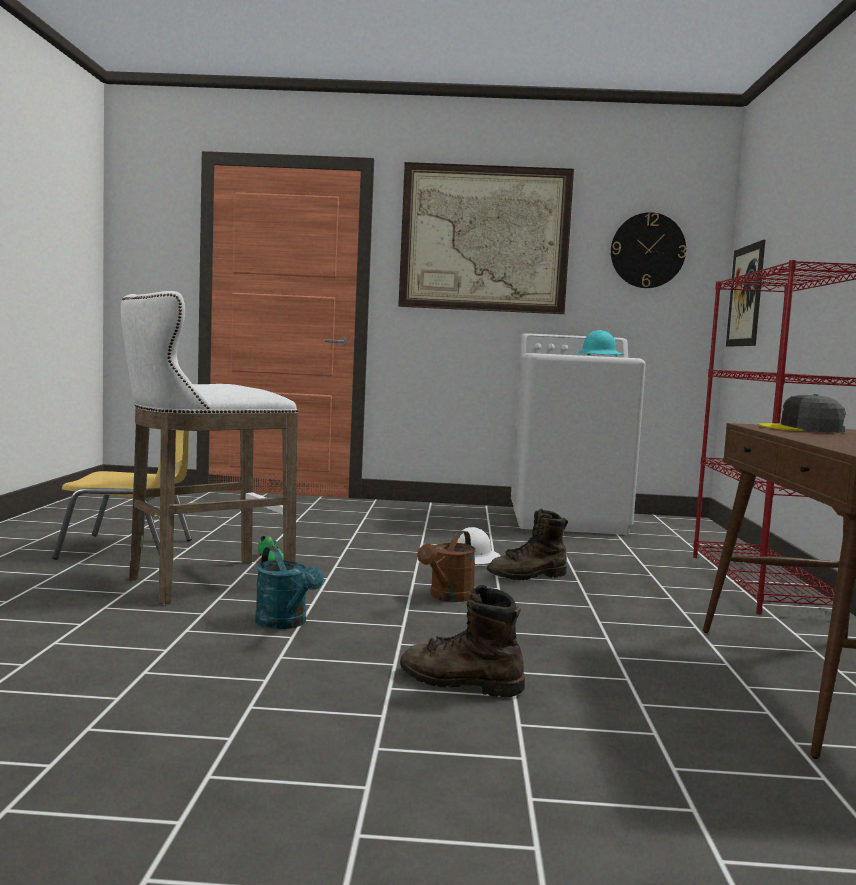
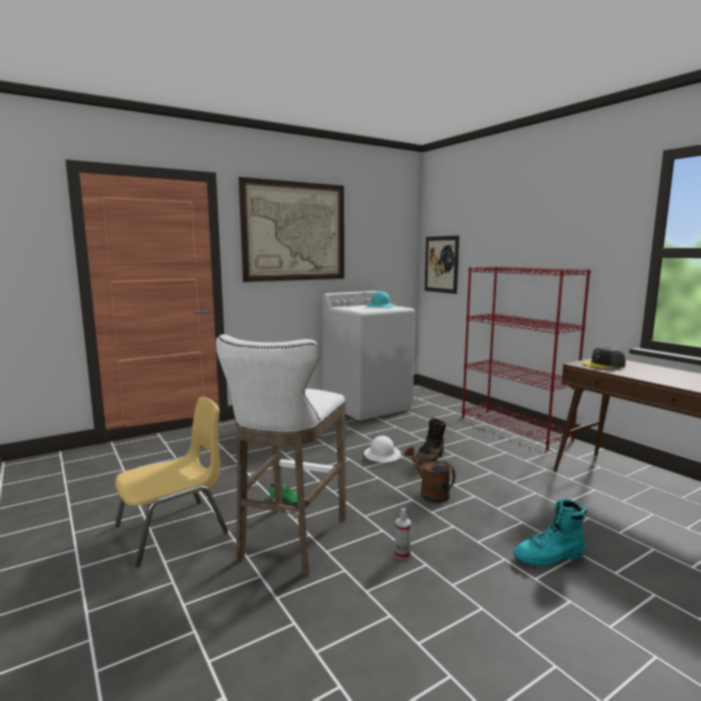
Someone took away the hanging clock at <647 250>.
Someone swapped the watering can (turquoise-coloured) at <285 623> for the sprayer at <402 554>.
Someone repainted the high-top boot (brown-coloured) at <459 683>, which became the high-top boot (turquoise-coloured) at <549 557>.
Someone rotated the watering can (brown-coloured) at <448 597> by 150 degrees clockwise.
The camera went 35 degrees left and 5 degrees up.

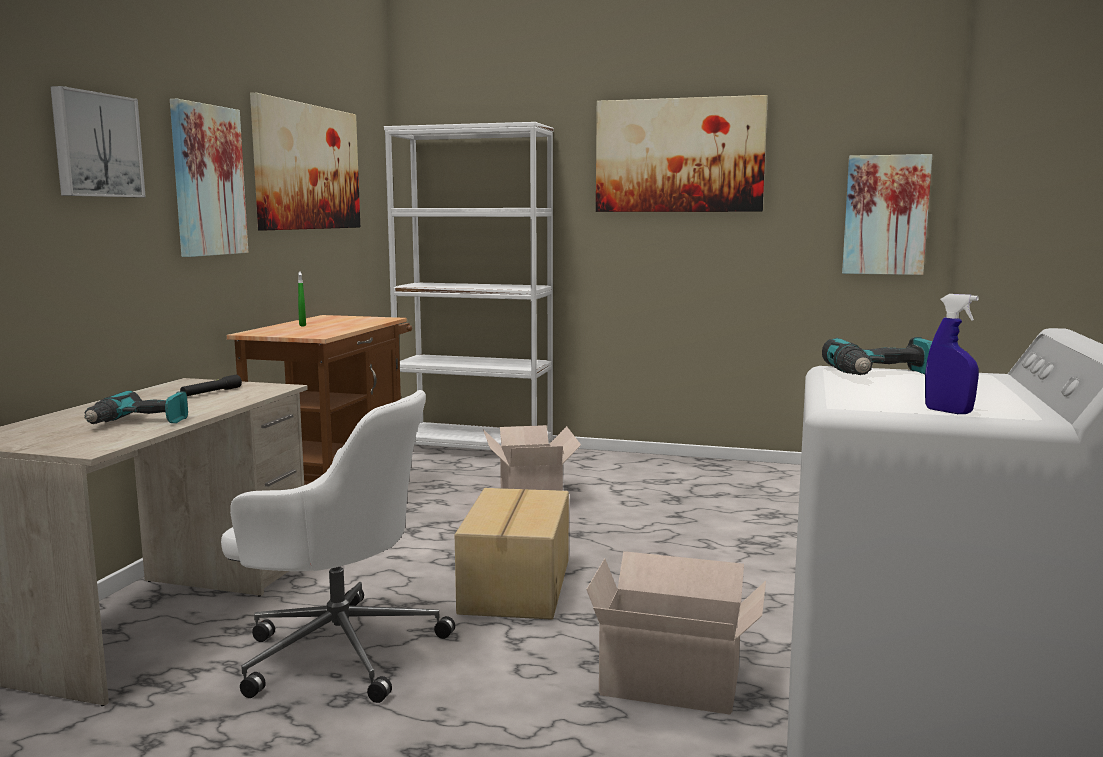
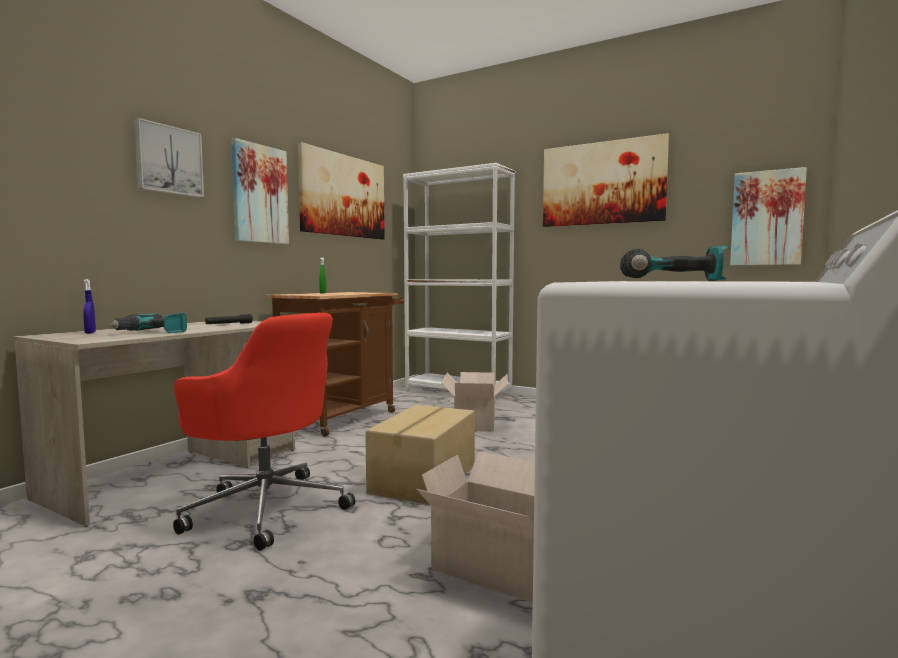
Someone carried the sprayer (blue-coloured) from <948 411> to <90 333>.
Someone repainted the office chair (whitish) at <338 649>, which became the office chair (reddish) at <266 508>.
The camera went 15 degrees right and 5 degrees down.

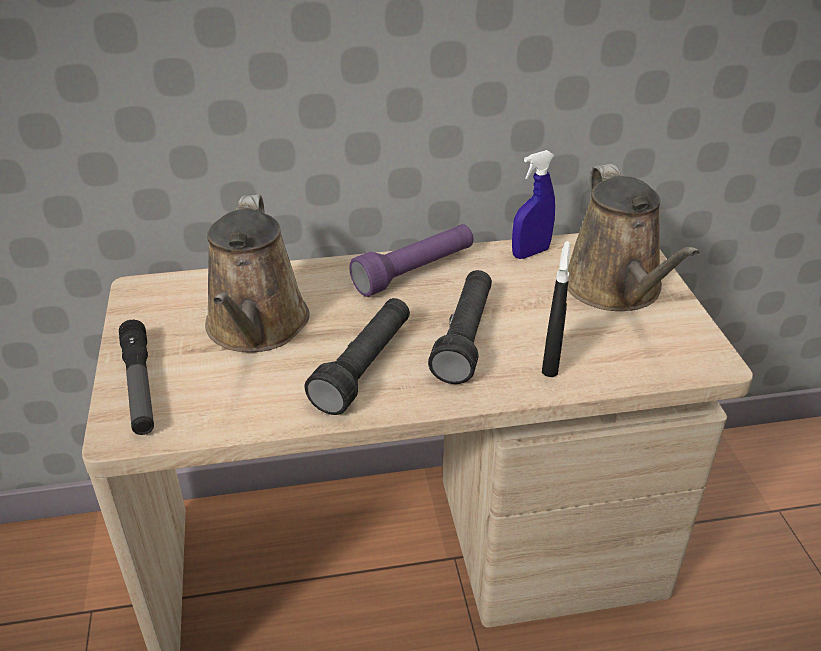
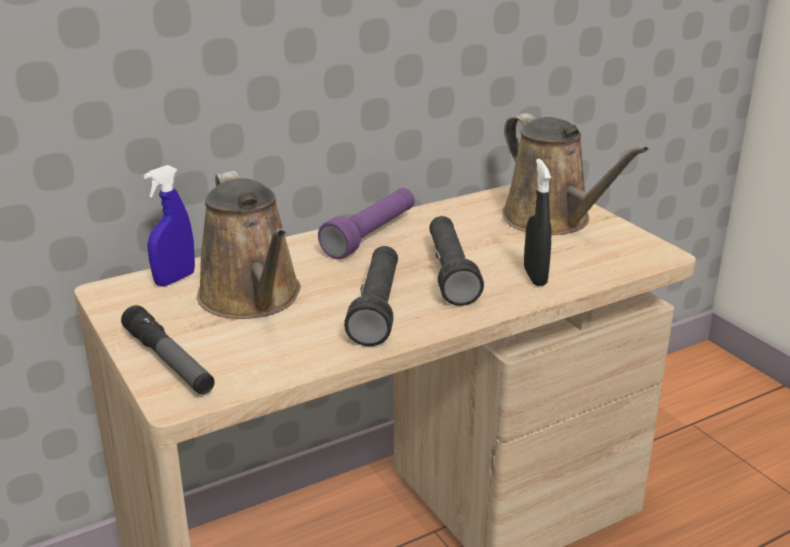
Someone carried the sprayer (blue-coloured) from <530 253> to <175 279>.
The camera went 20 degrees left and 10 degrees down.

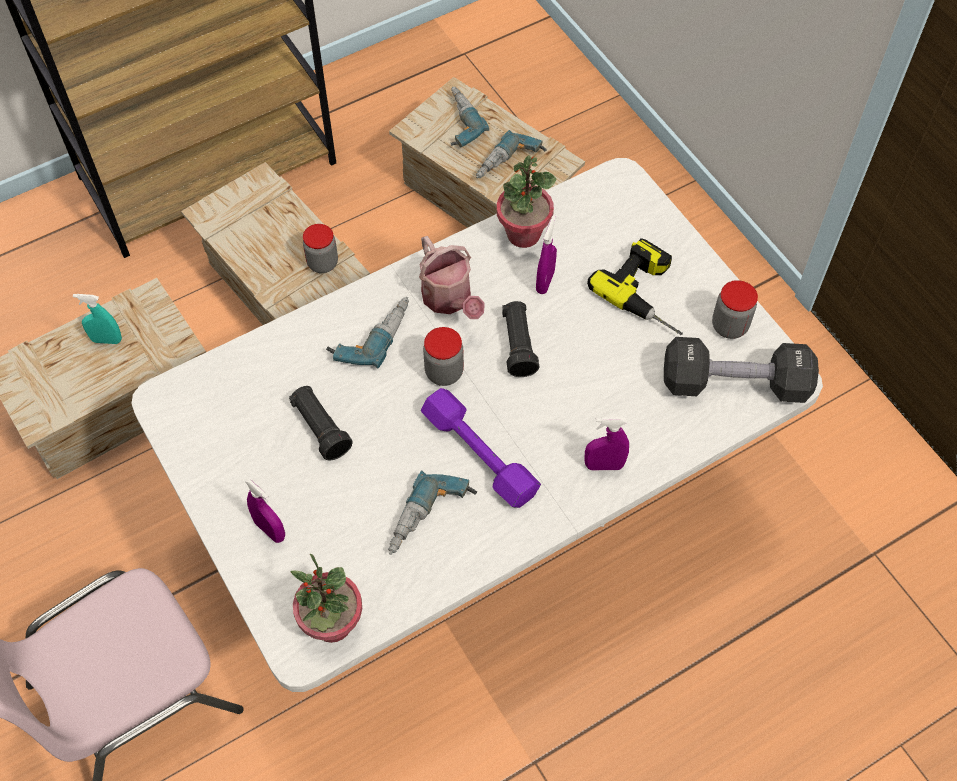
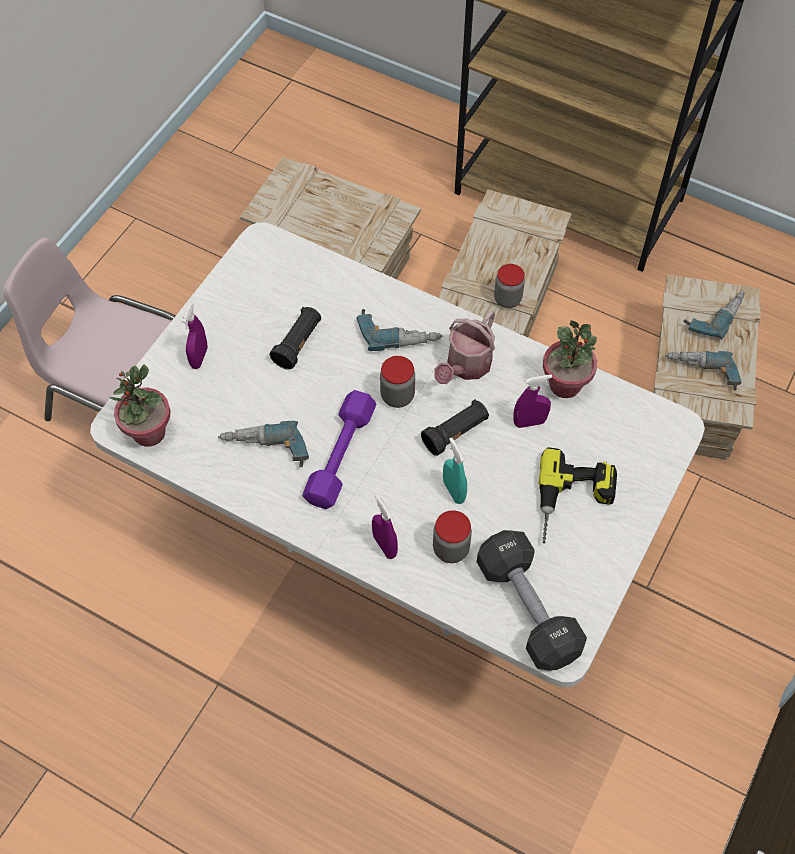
Someone carried the sprayer (turquoise-coloured) from <107 340> to <453 491>.
Someone carried the preserve jar from <729 326> to <451 549>.
The camera went 60 degrees right and 0 degrees up.

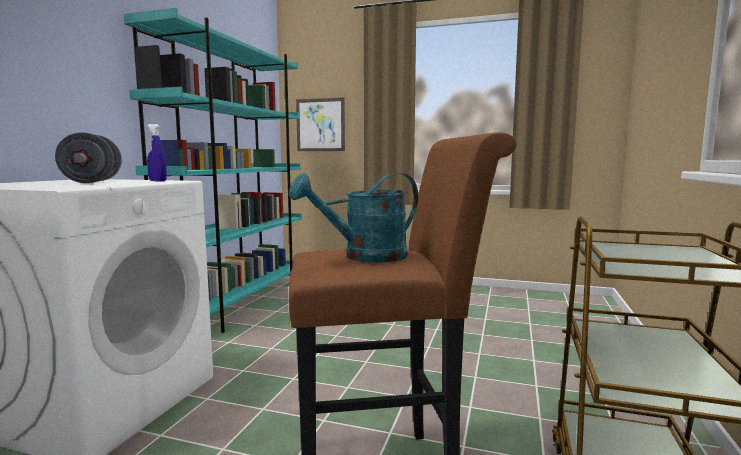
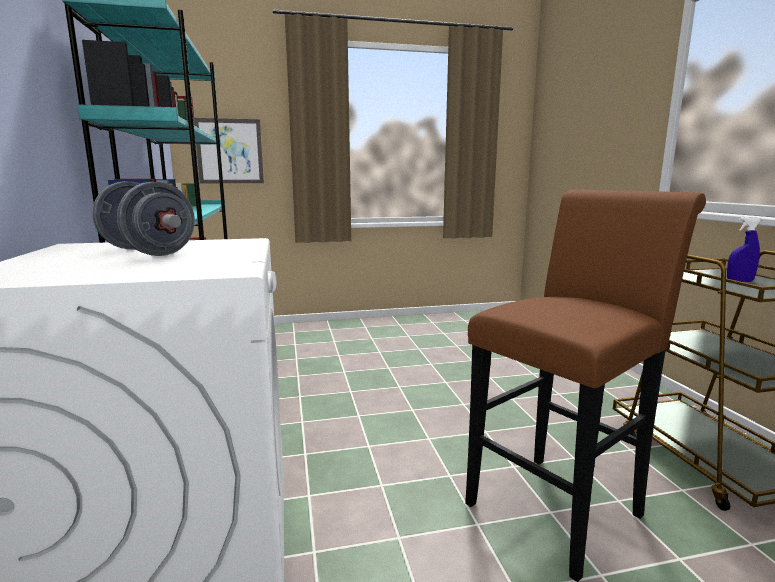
Someone took away the watering can (turquoise-coloured) at <365 257>.
Someone carried the sprayer (blue-coloured) from <157 181> to <739 281>.
The camera went 30 degrees left and 5 degrees up.

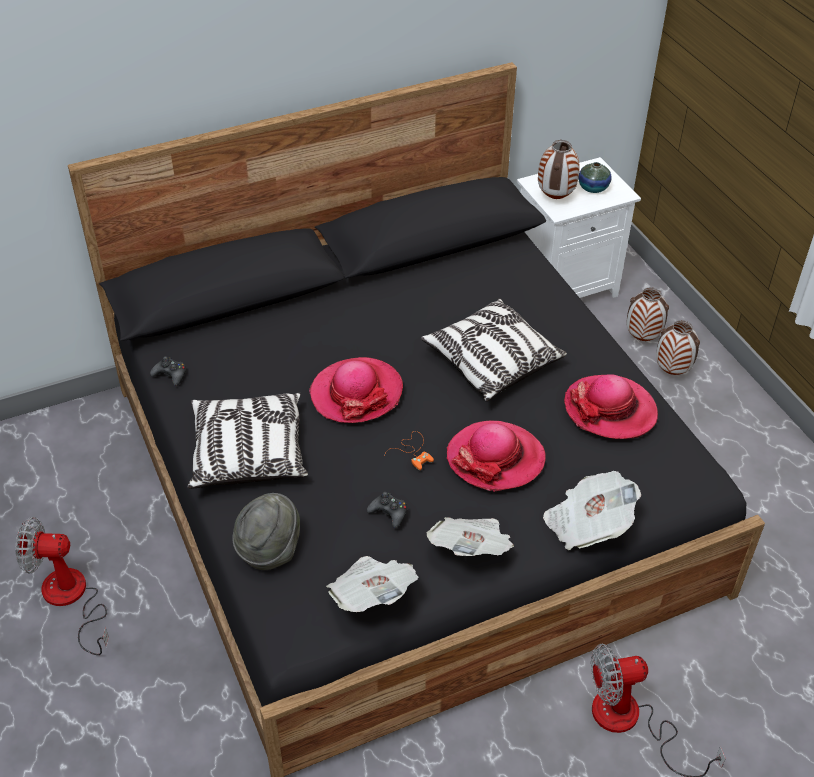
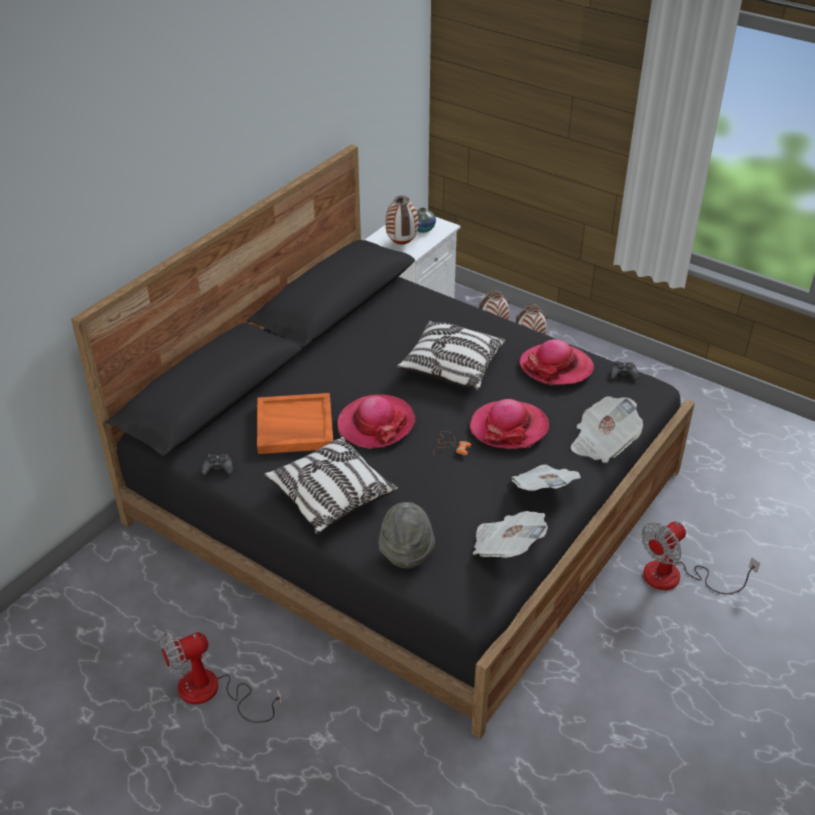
Someone put down the carrying tray (orange) at <294 427>.
Someone carried the joypad (black-coloured) from <389 512> to <623 374>.
The camera went 30 degrees left and 5 degrees down.

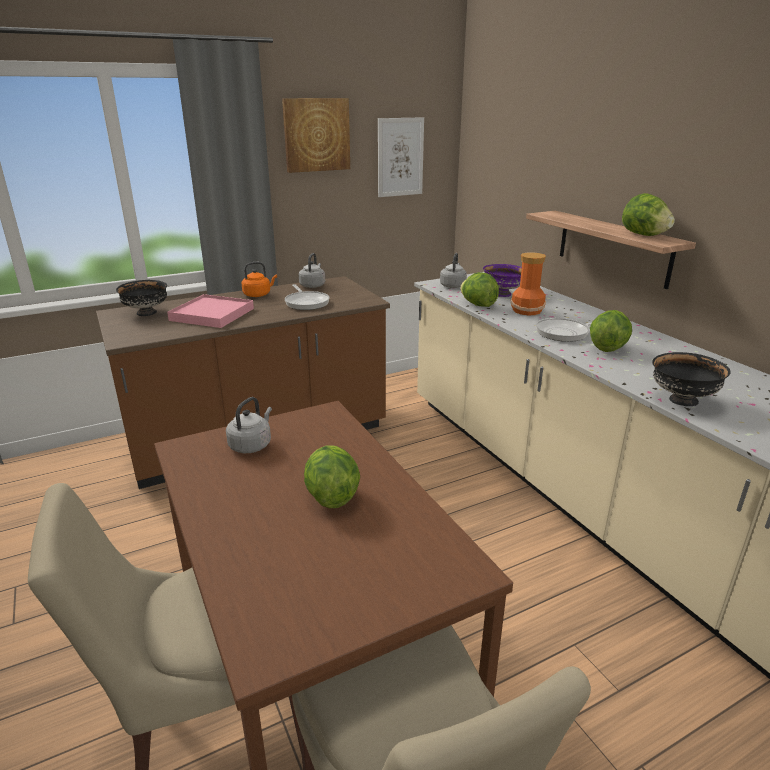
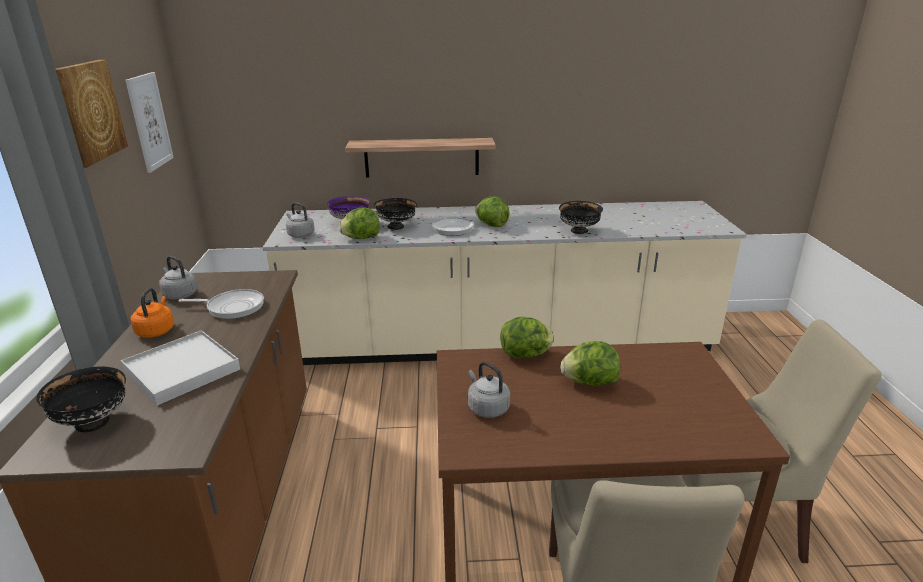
Someone carried the head of lettuce from <643 235> to <526 355>.
Someone swapped the flower vase at <527 310> for the deep dish (black-coloured) at <396 226>.
Someone repainted the carrying tray (pink-coloured) at <212 314>, which became the carrying tray (whitish) at <182 370>.
The camera went 65 degrees left and 0 degrees up.

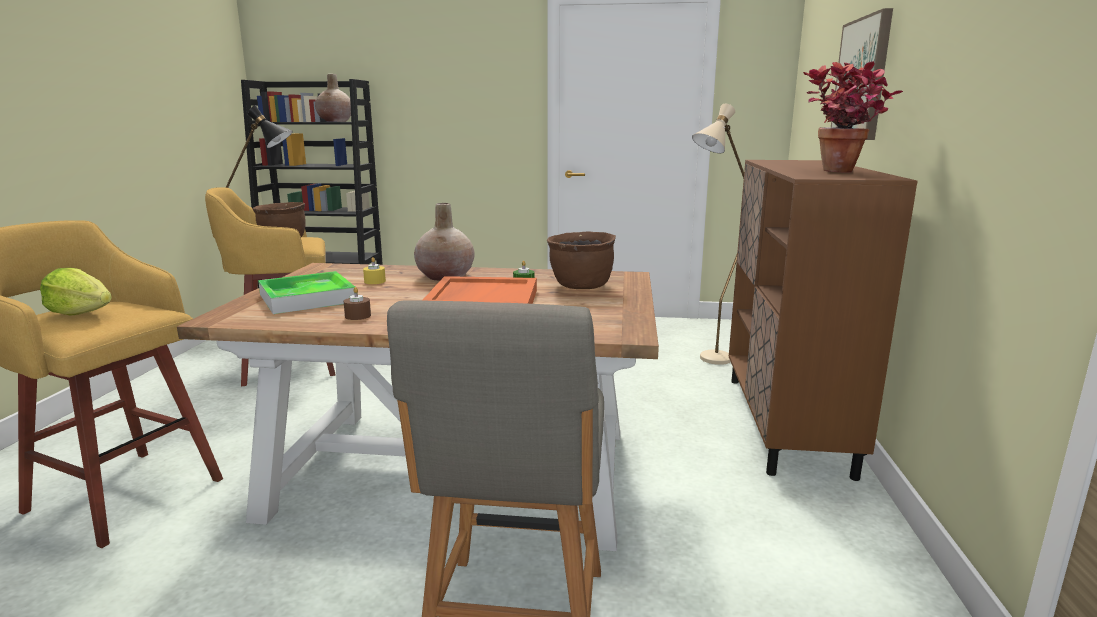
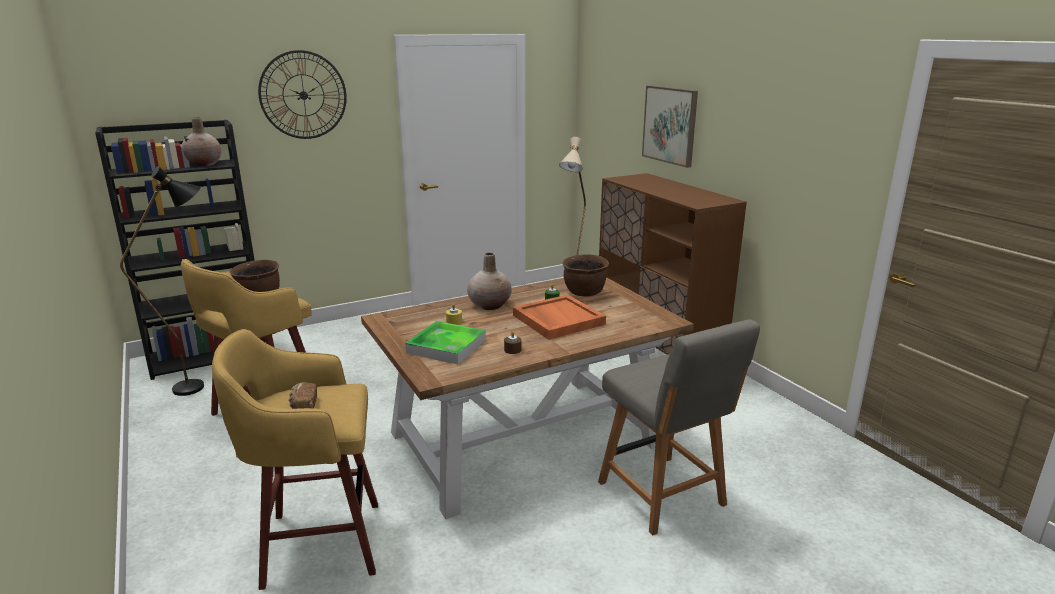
Someone took away the potted plant at <840 173>.
Someone put up the hanging clock at <303 95>.
Someone swapped the head of lettuce at <81 313> for the bread at <303 406>.
The camera went 35 degrees left and 5 degrees up.

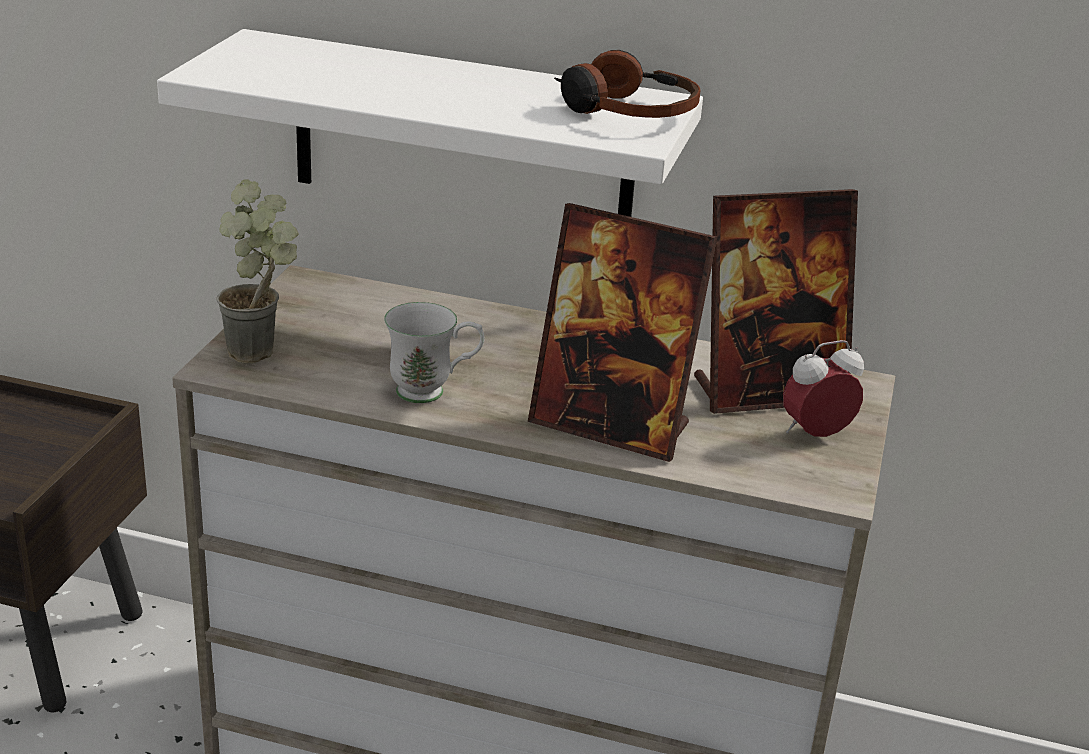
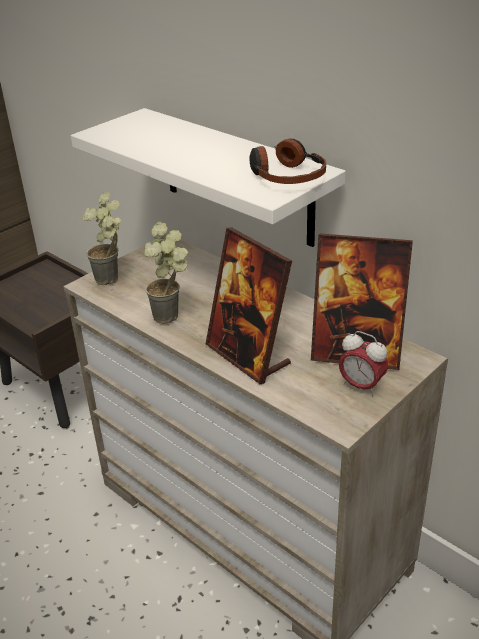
Someone swapped the tea mug (whitish) at <433 392> for the potted plant at <174 317>.
Someone rotated the table clock at <816 435> by 150 degrees counterclockwise.
The camera went 30 degrees right and 5 degrees up.

